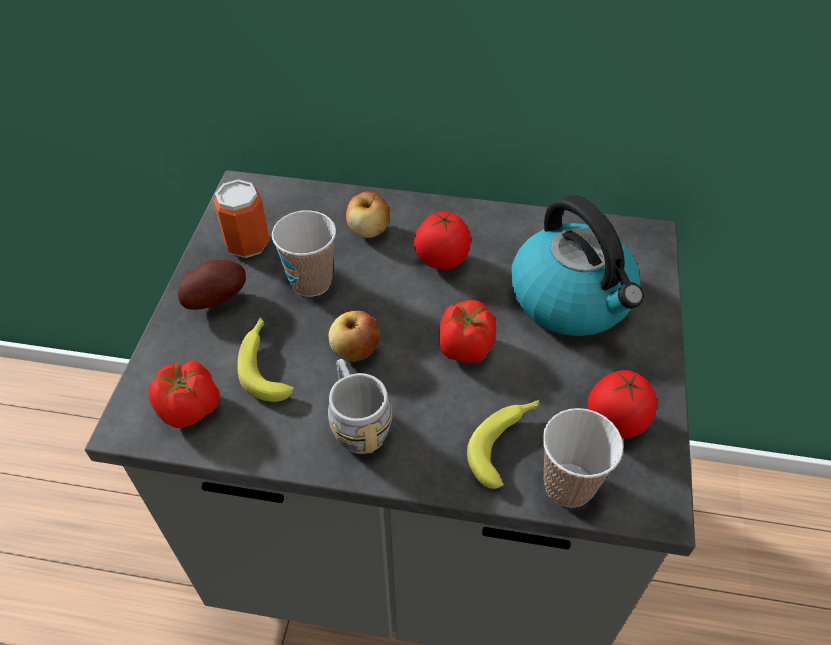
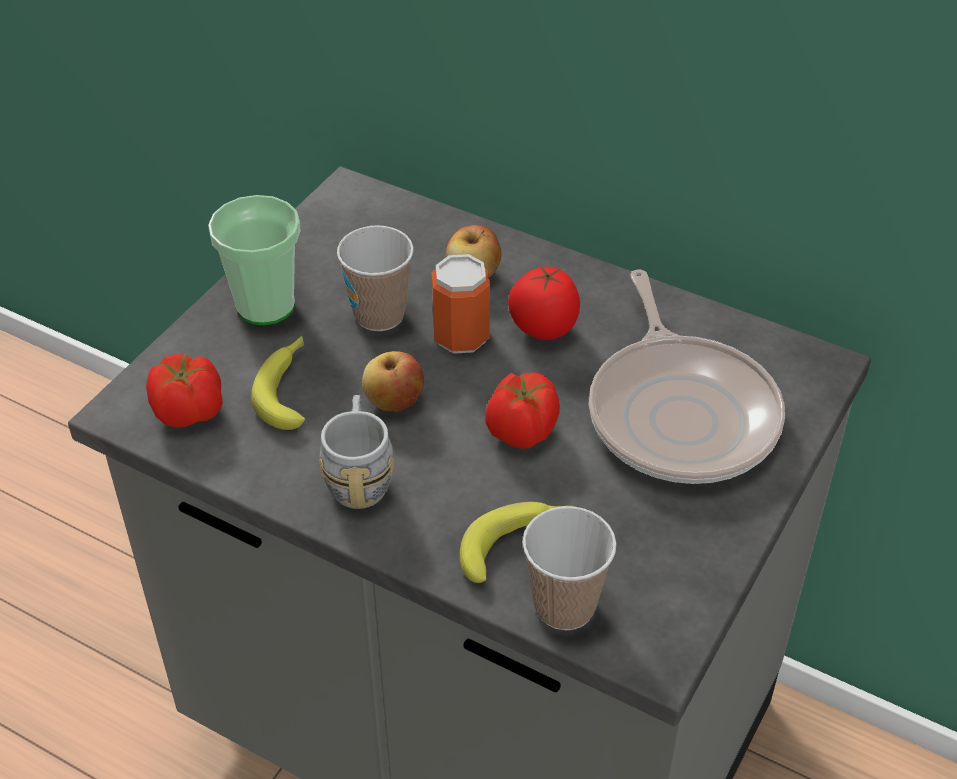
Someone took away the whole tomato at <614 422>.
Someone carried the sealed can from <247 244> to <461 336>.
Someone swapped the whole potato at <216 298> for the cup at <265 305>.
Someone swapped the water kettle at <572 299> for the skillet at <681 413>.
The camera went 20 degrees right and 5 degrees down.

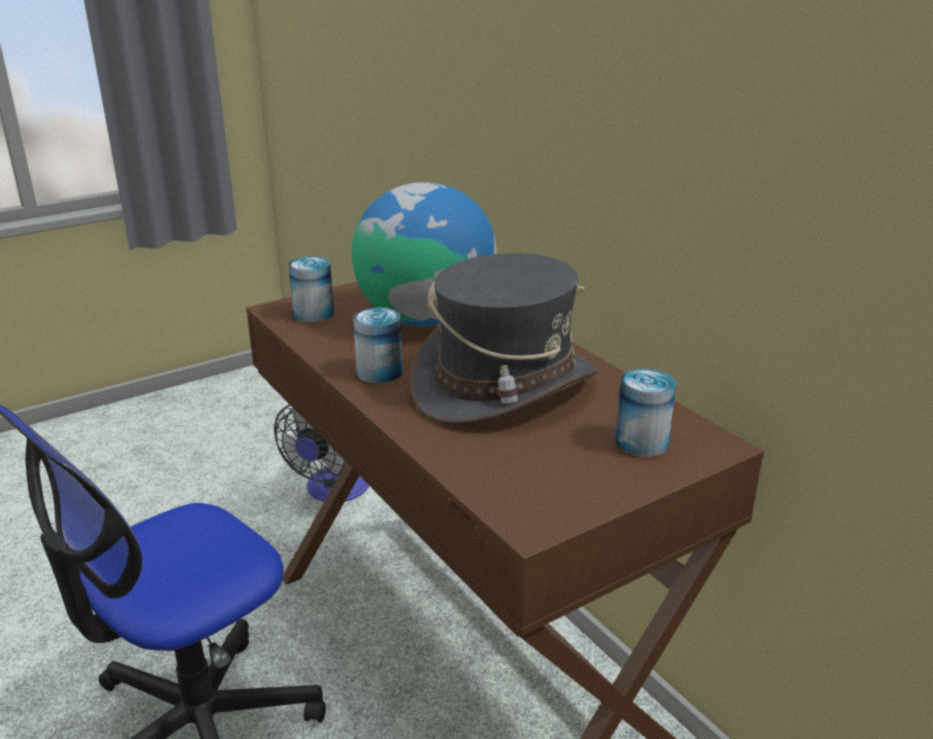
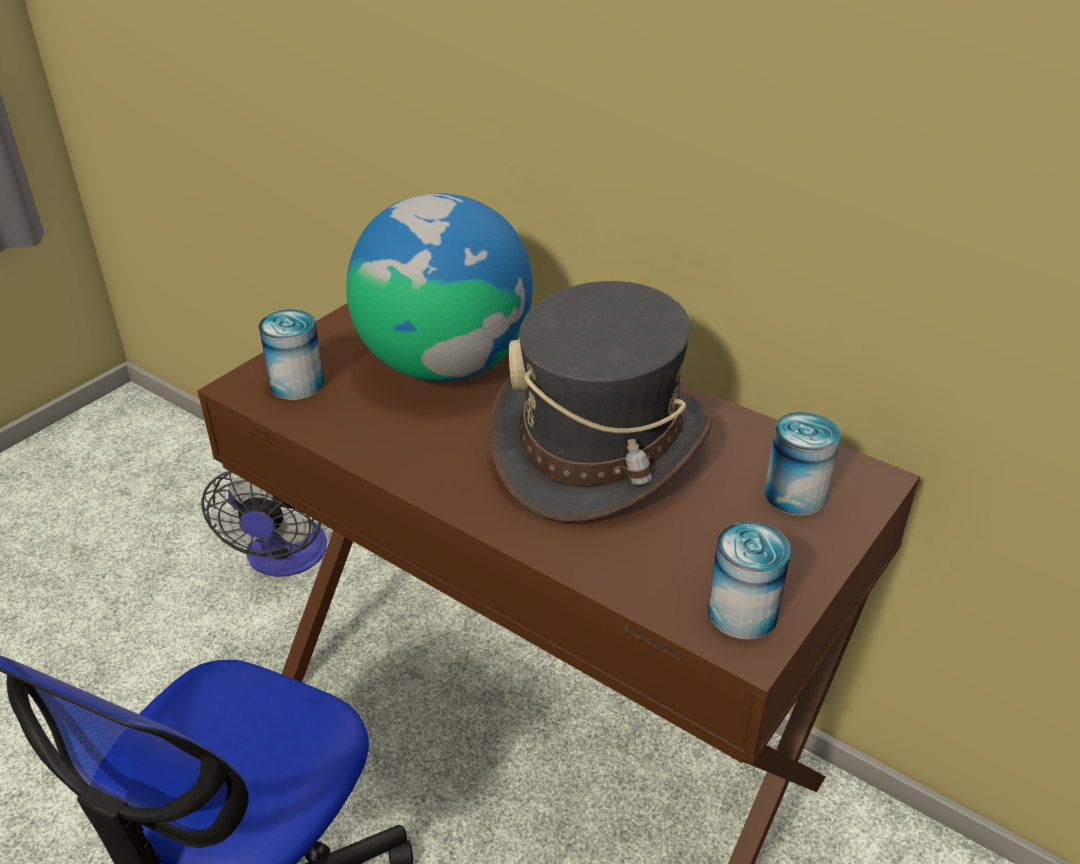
Someone carried the sealed can from <379 372> to <742 613>.
The camera went 20 degrees left and 10 degrees up.

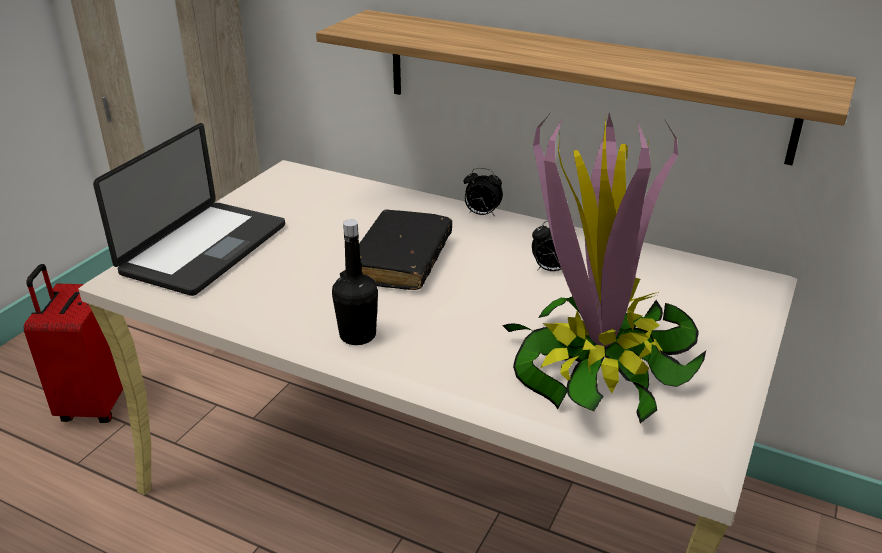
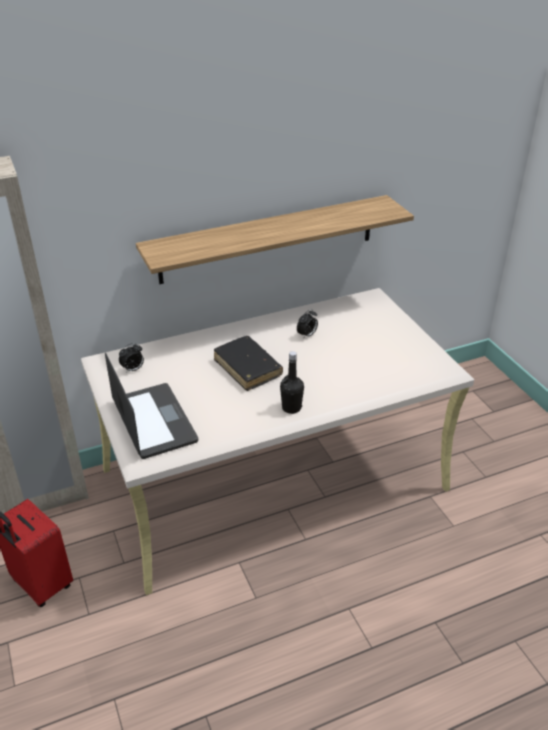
Someone took away the potted plant at <597 363>.
Someone carried the table clock from <481 214> to <133 369>.
The camera went 50 degrees left and 5 degrees up.

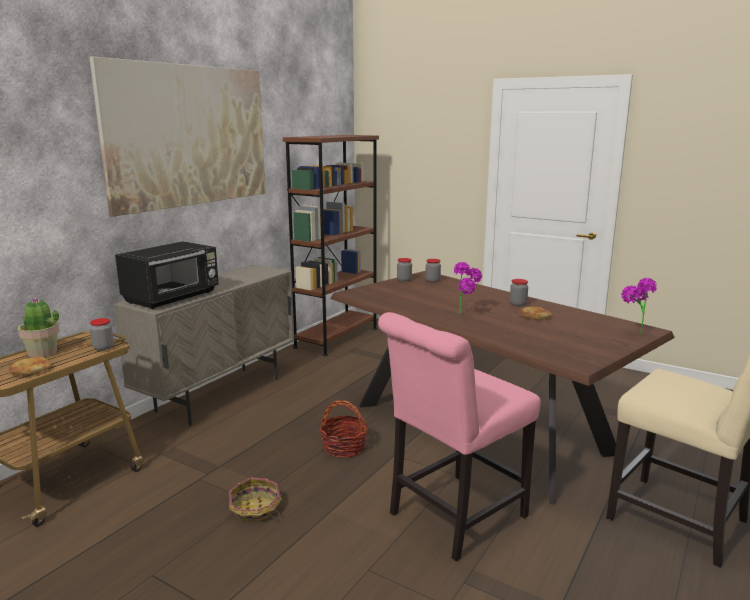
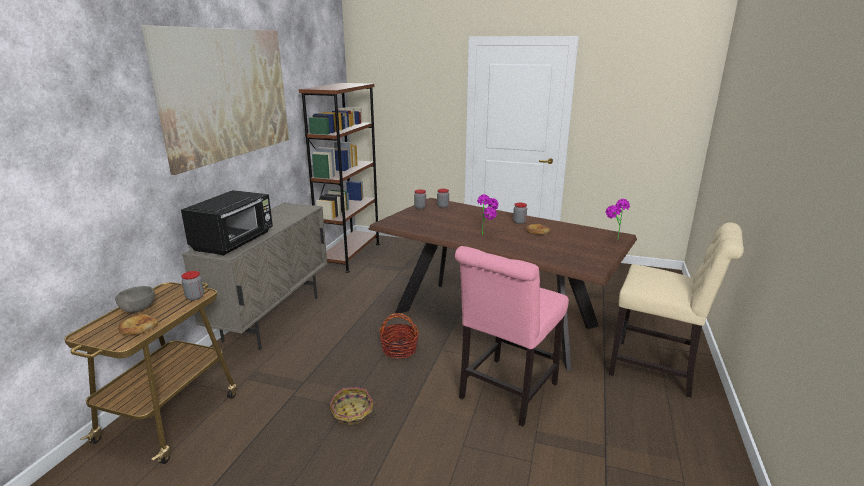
Someone swapped the potted plant at <43 353> for the deep dish (grey) at <137 309>.
The camera went 15 degrees left and 5 degrees up.

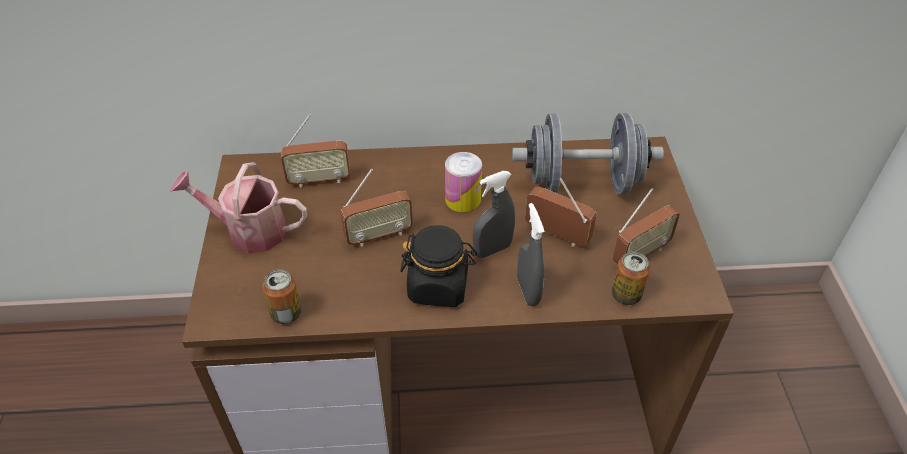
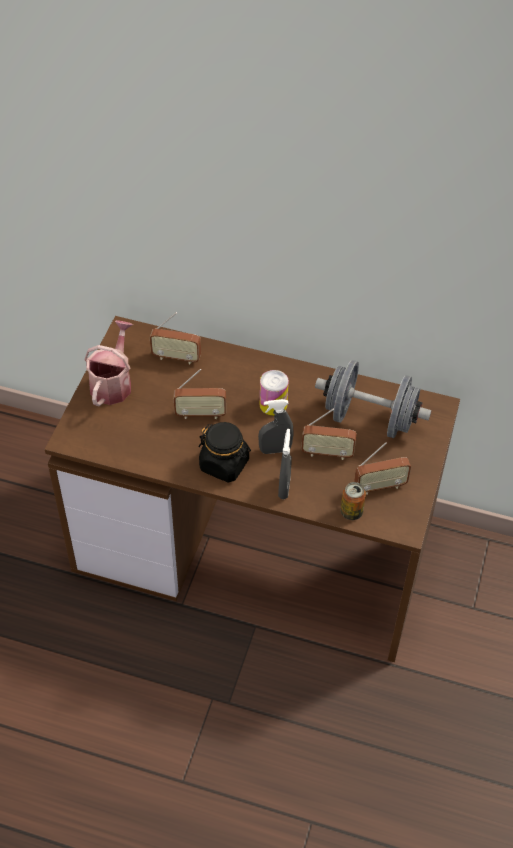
Someone took away the sealed can at <286 313>.
Someone rotated the watering can at <249 230> by 75 degrees clockwise.
Someone rotated the radio set at <556 235> by 135 degrees clockwise.
The camera went 20 degrees right and 5 degrees up.

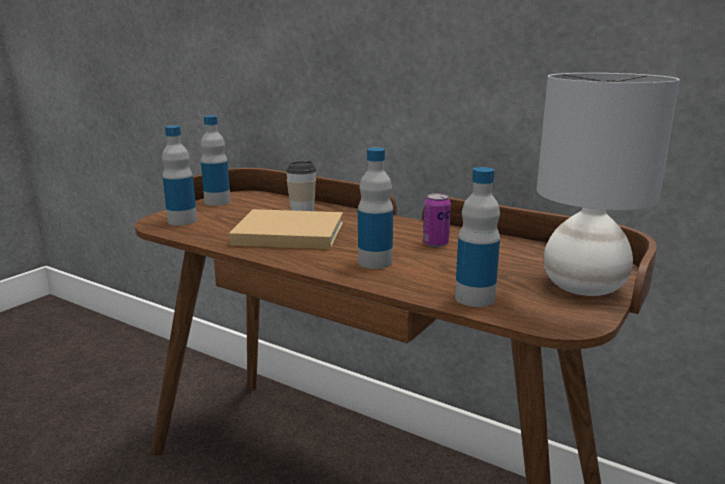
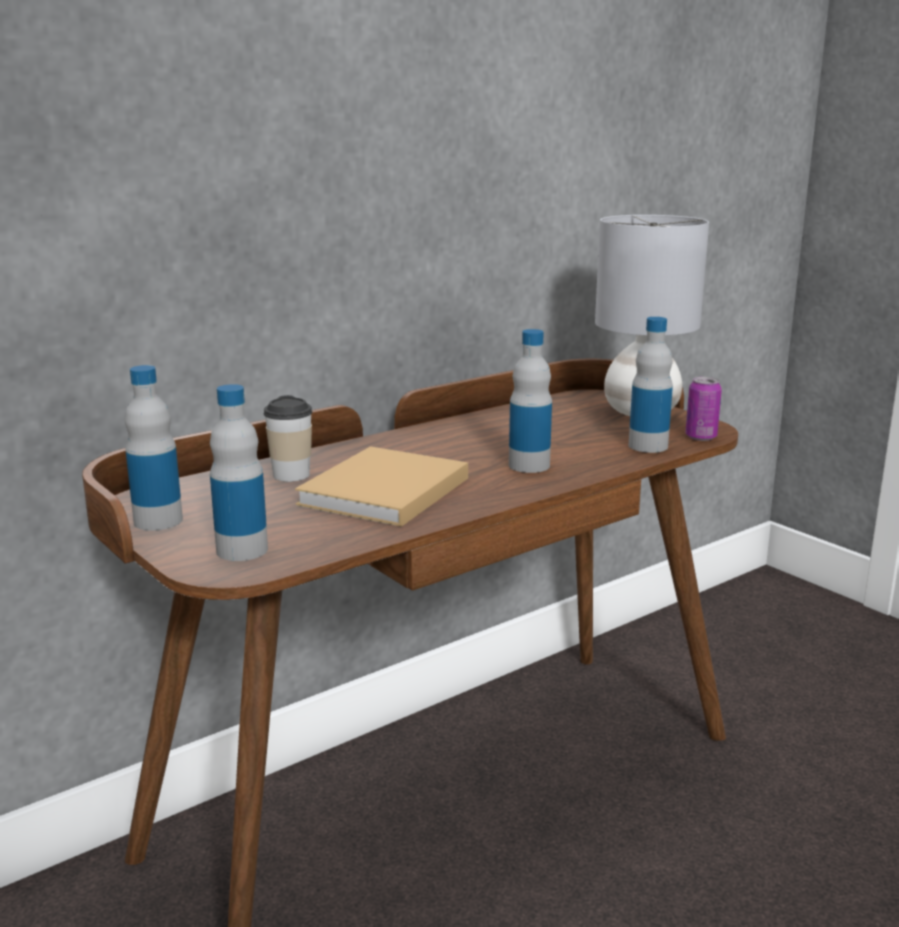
Someone carried the sealed can from <435 243> to <701 437>.
The camera went 70 degrees left and 0 degrees up.

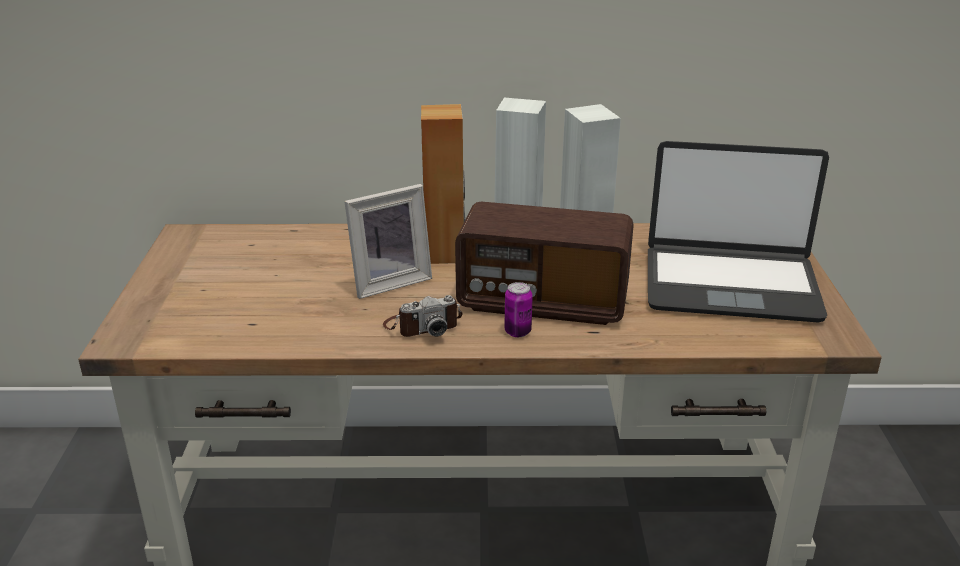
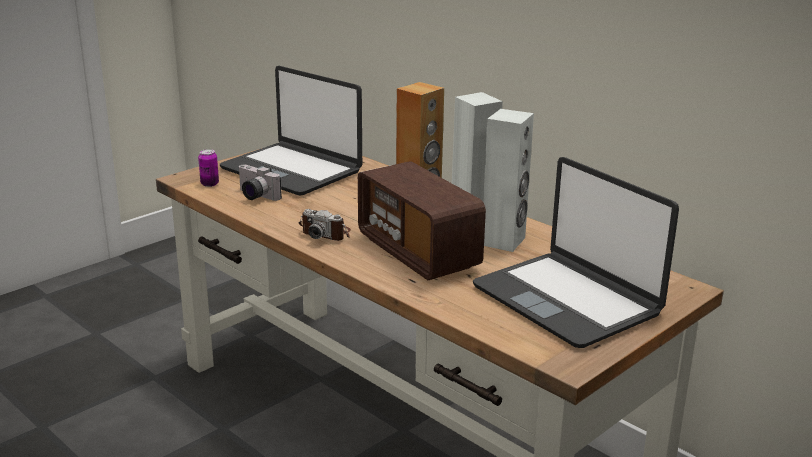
Someone took away the standing frame at <388 281>.
Someone put down the portable computer at <292 170>.
Someone put down the still camera at <255 196>.
Someone carried the sealed can from <517 332> to <209 184>.
The camera went 45 degrees right and 5 degrees down.

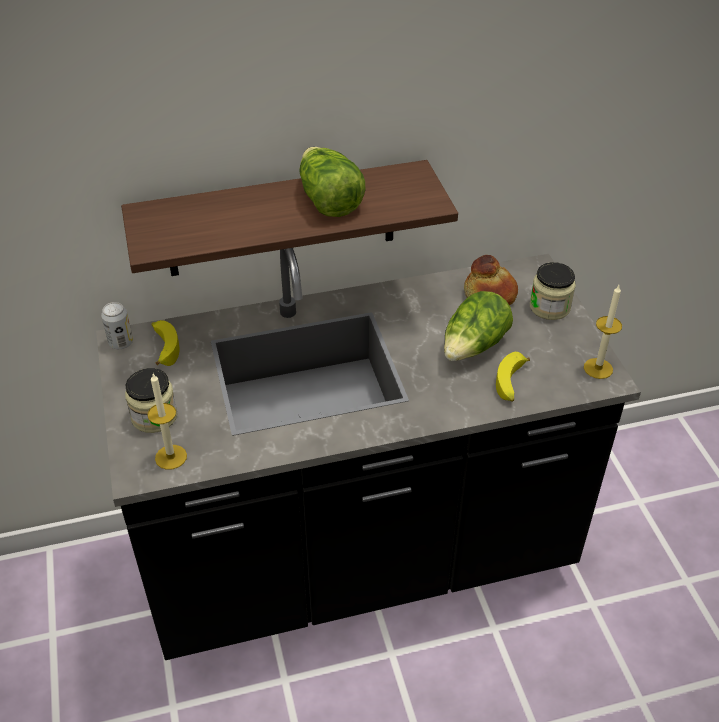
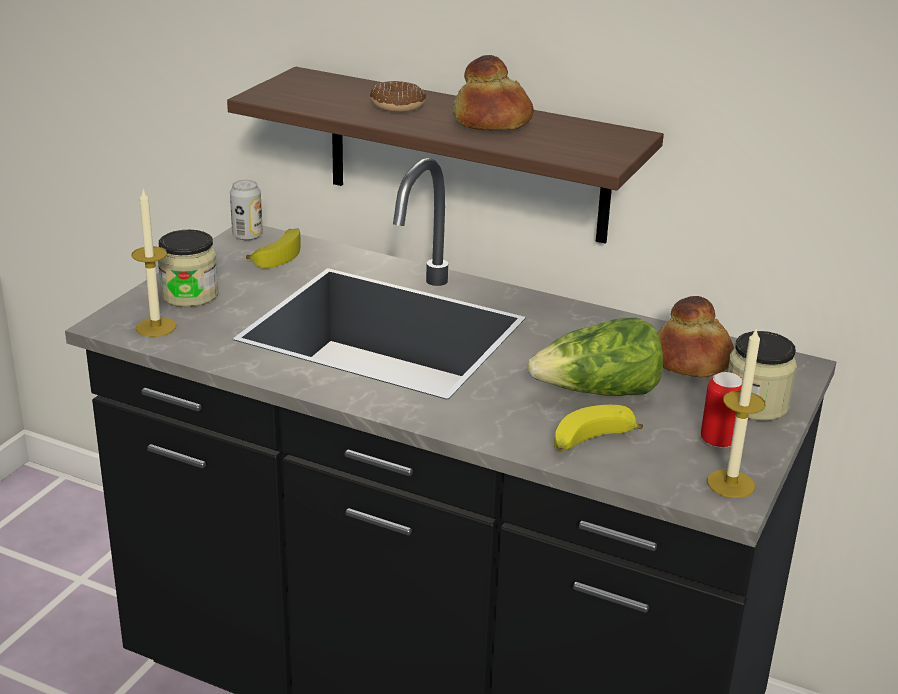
Someone put down the doughnut at <397 106>.
Someone put down the sealed can at <718 441>.
Someone swapped the head of lettuce at <328 200> for the bread at <491 123>.
The camera went 40 degrees right and 15 degrees down.

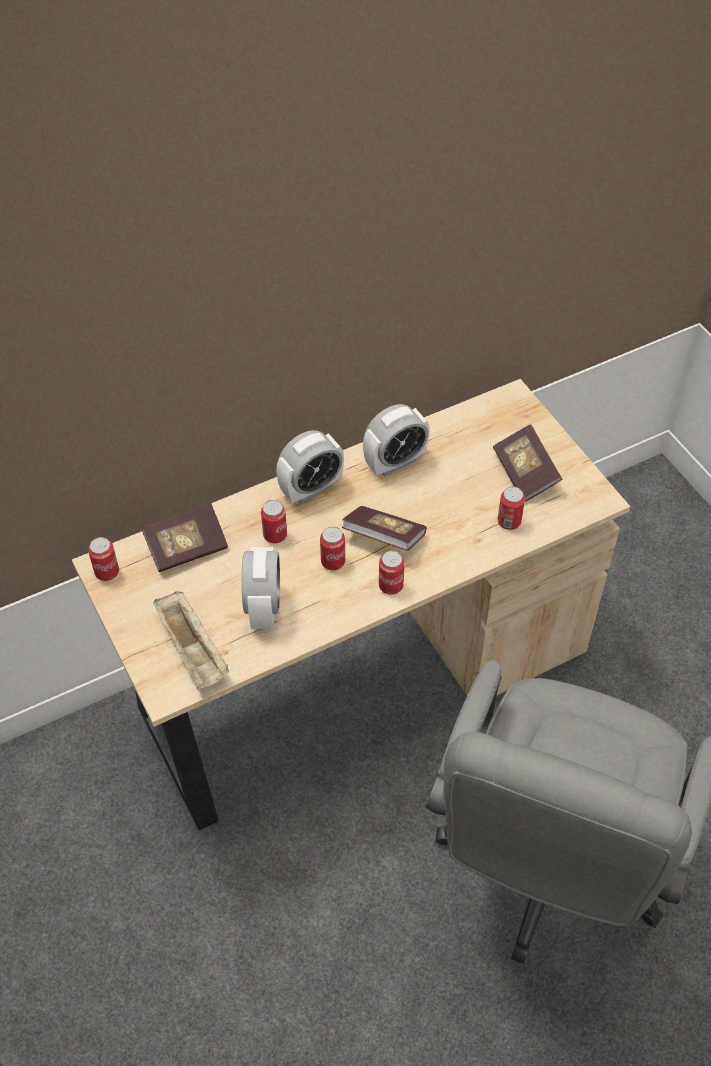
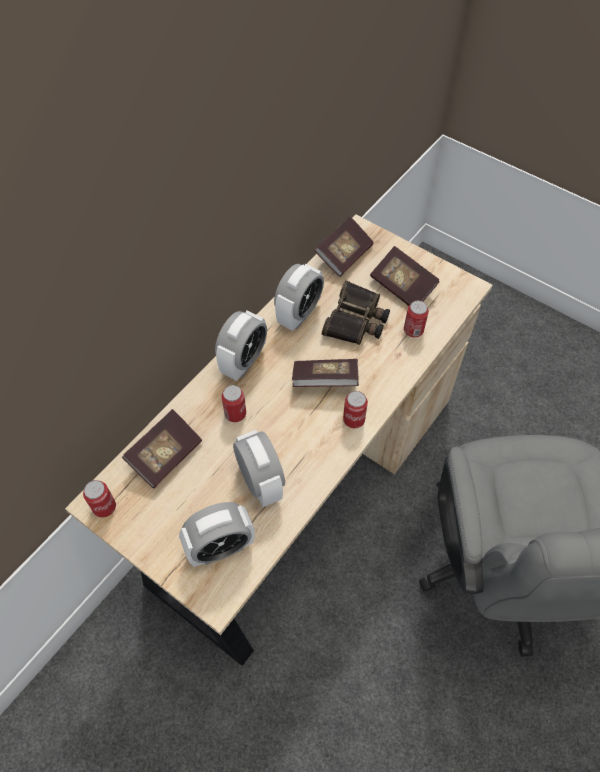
Someone took away the sealed can at <333 562>.
Someone put down the book at <344 255>.
Someone put down the field glasses at <356 320>.
Someone swapped the carrying tray (beige) at <193 650> for the table clock at <221 548>.
The camera went 25 degrees left and 5 degrees up.

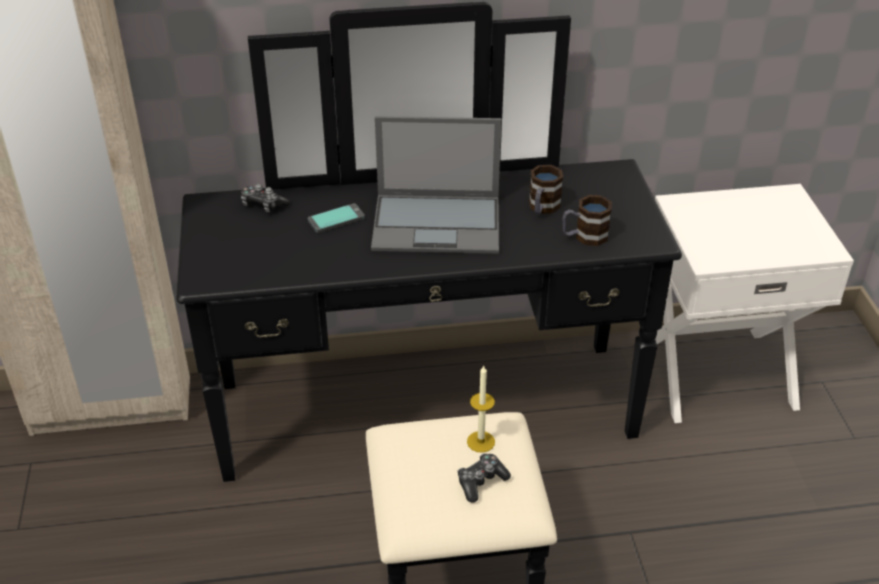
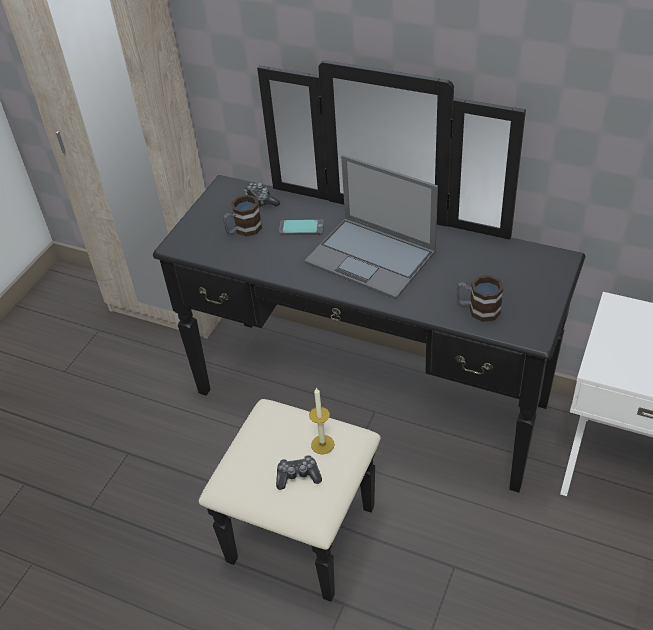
Someone carried the tea mug from <542 208> to <243 230>.
The camera went 35 degrees right and 5 degrees up.

